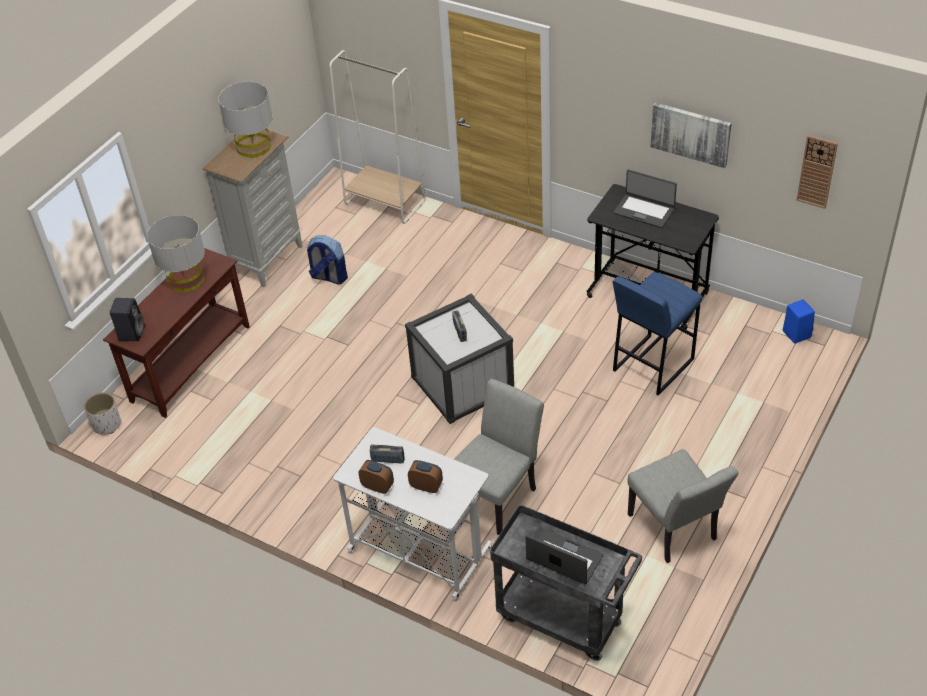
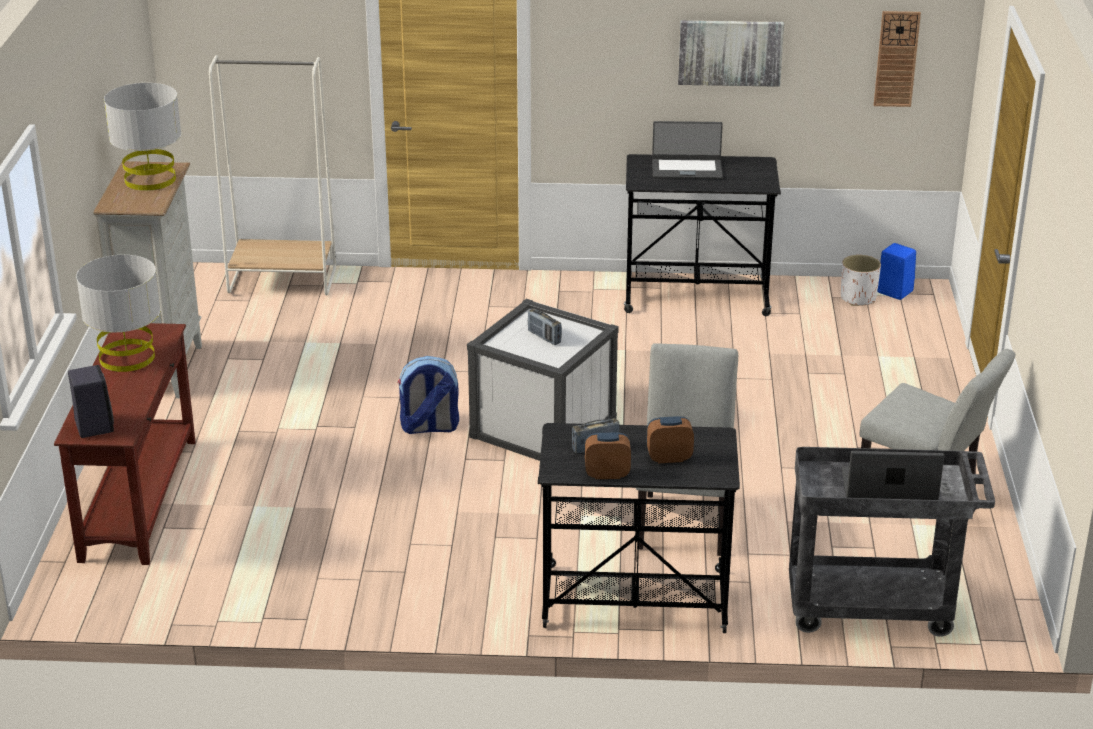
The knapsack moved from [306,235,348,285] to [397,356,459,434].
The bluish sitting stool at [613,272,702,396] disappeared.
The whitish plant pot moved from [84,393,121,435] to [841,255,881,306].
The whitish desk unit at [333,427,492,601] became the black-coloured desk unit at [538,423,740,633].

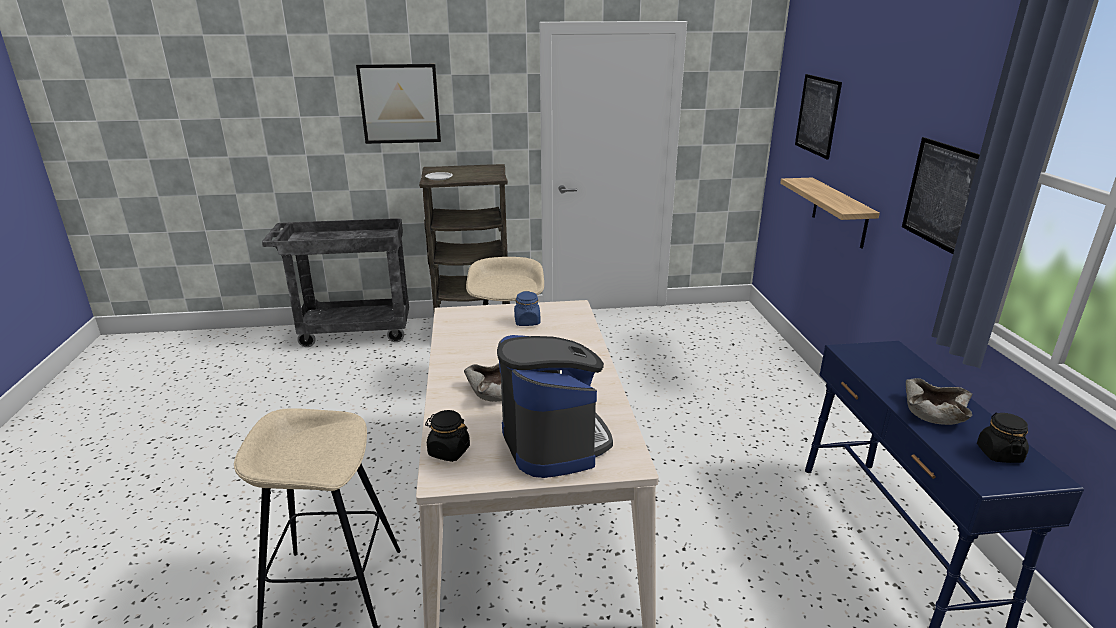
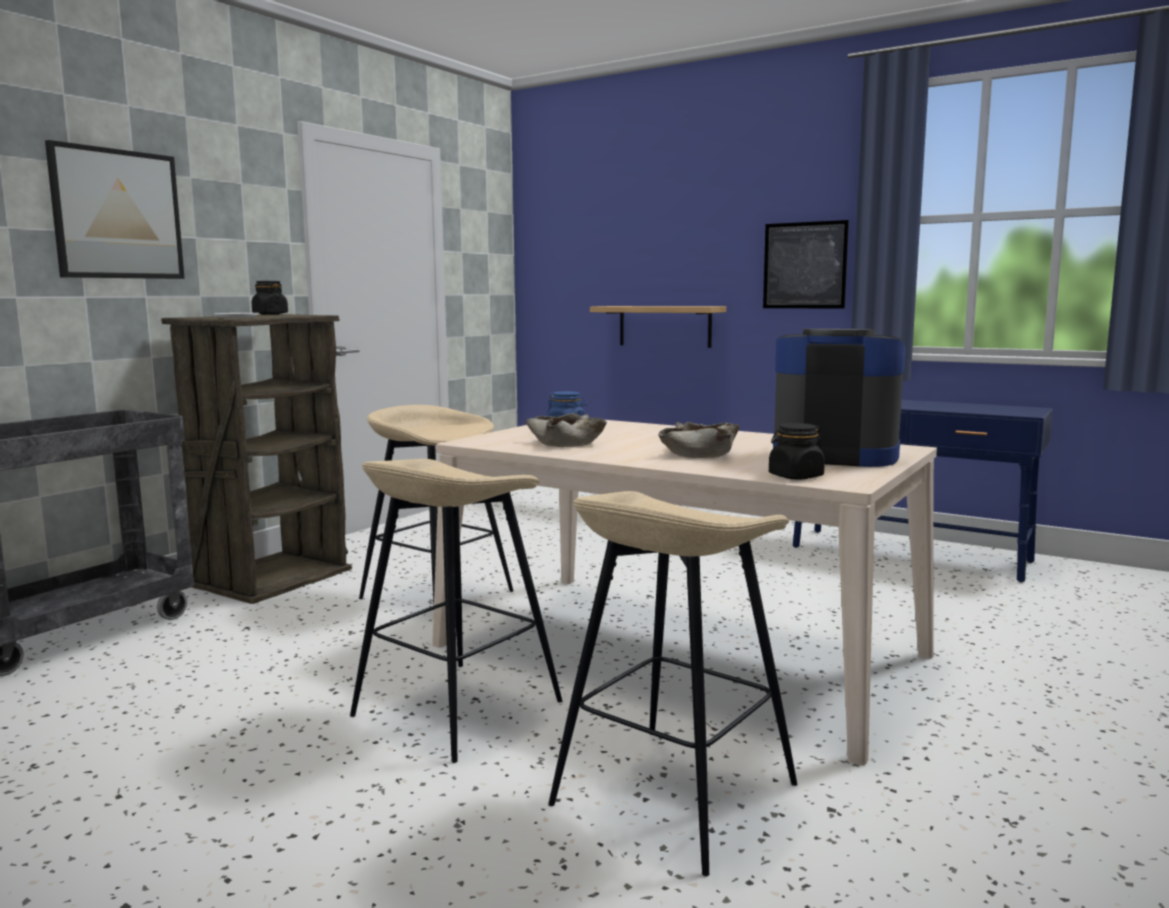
The picture at [795,74,842,160] disappeared.
The sand-coloured deep dish moved from [906,378,973,425] to [525,413,607,447].
The black-coloured preserve jar moved from [977,412,1029,463] to [252,281,288,315].
The sand-coloured sitting stool at [350,459,562,763] appeared.

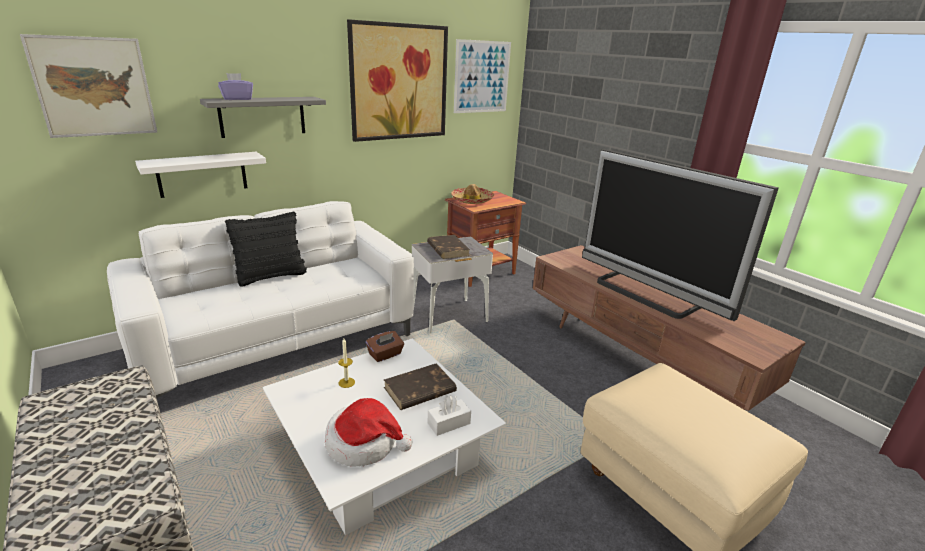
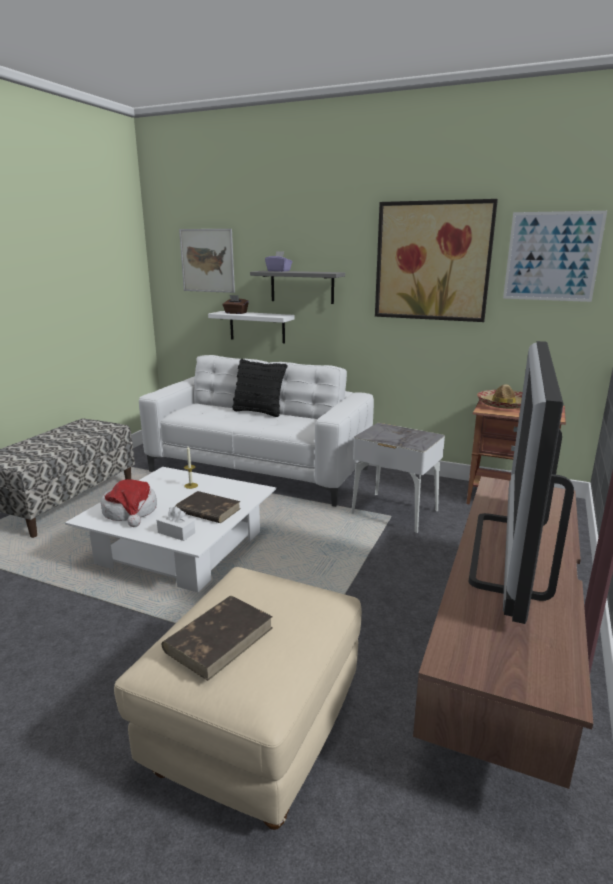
The brown volume moved from [427,235,470,259] to [162,596,273,681].
The brown tissue holder moved from [366,331,404,362] to [223,295,249,314].

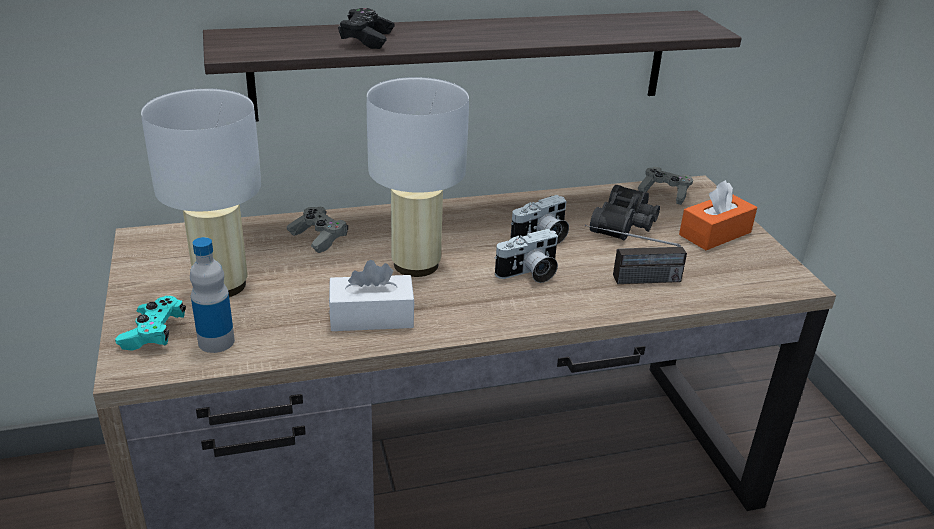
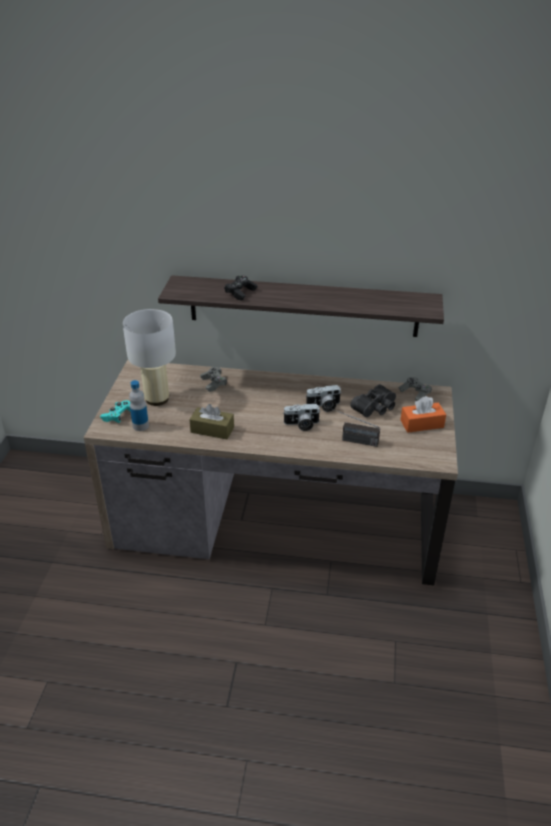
The whitish tabletop lamp at [367,77,469,277] disappeared.
The whitish tissue holder at [329,260,415,331] became the brown tissue holder at [189,404,234,439].

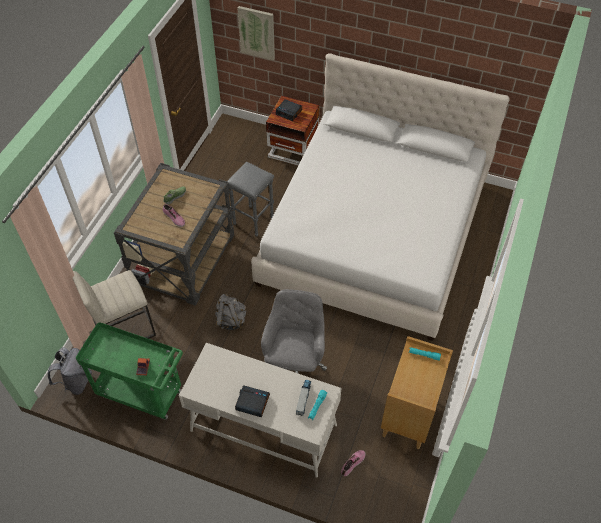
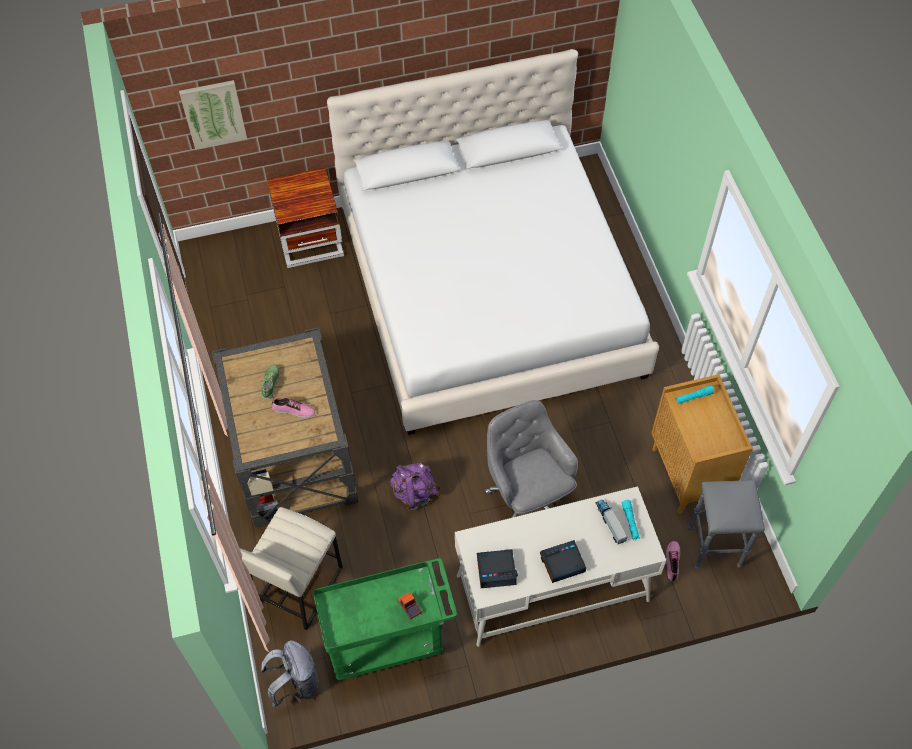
The bedside clock moved from [276,99,302,121] to [477,549,518,588].
The gray sitting stool moved from [227,162,274,237] to [688,480,765,570].
The gray knapsack at [215,293,246,330] became the purple knapsack at [390,462,440,510].

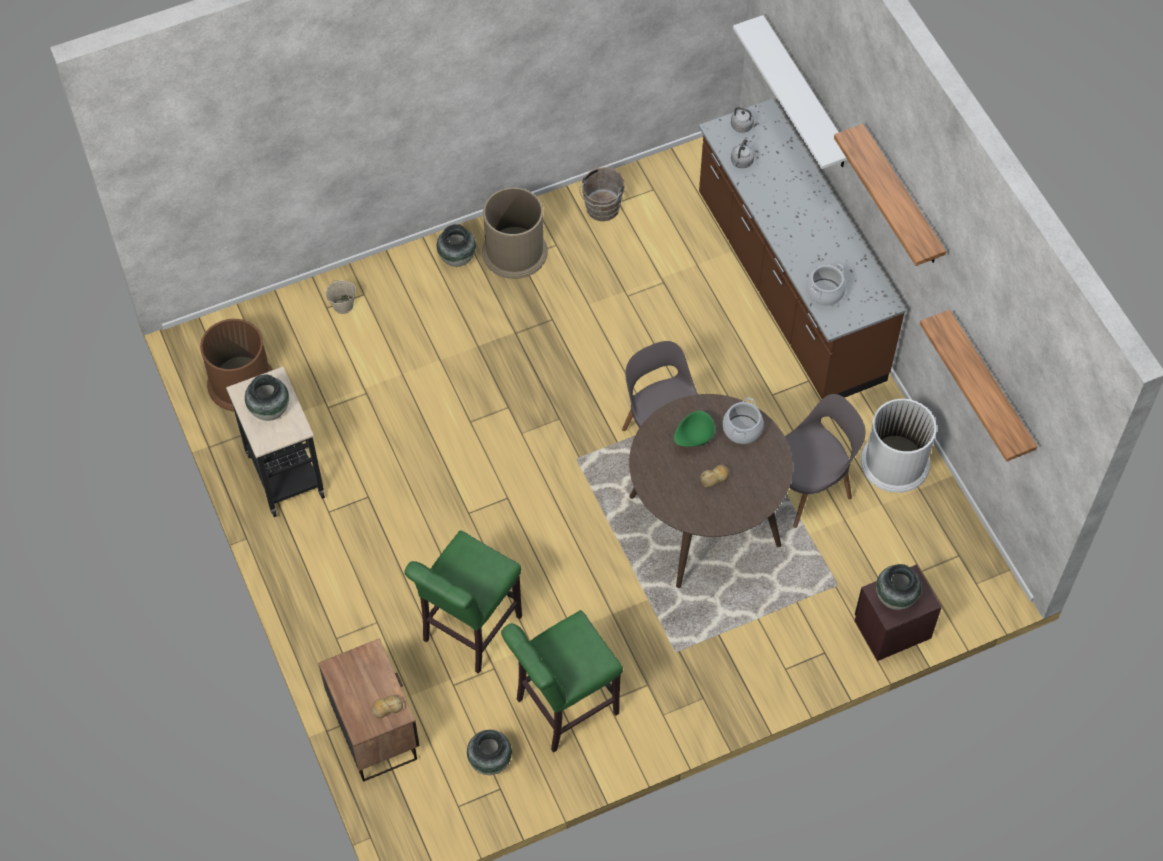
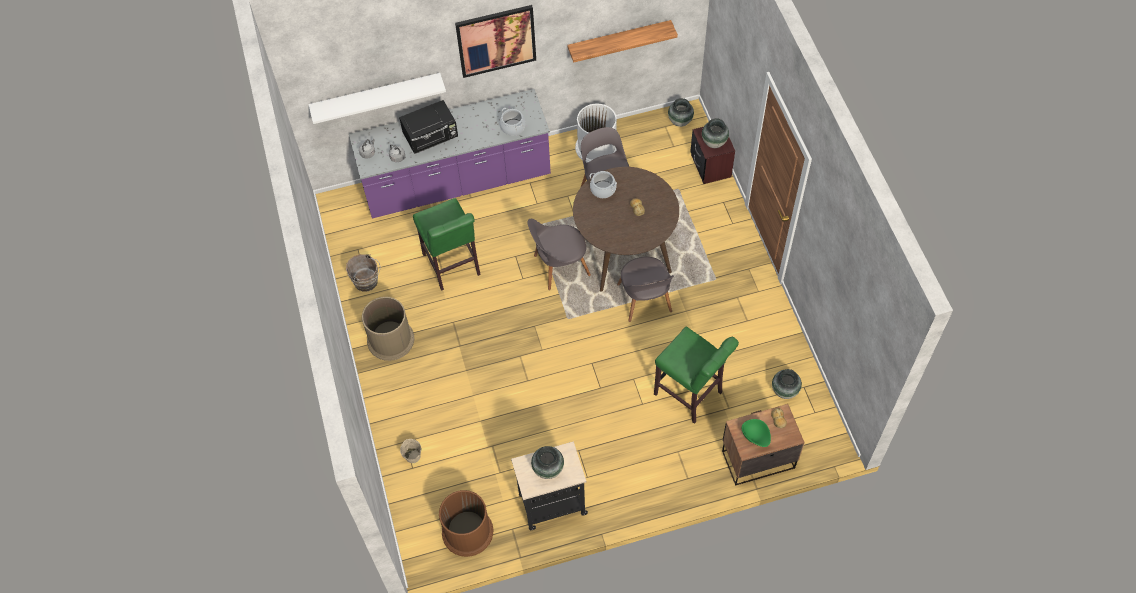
The brown counter at [699,99,906,399] became the purple counter at [349,89,551,219].
The bracket shelf at [834,124,946,266] was replaced by the picture at [455,5,536,78].
The vase moved from [437,224,476,267] to [668,98,694,127].
The greenish deep dish moved from [674,411,715,447] to [742,419,771,447].
The greenish sitting stool moved from [501,610,623,753] to [413,198,481,291].
The black-coloured microwave at [399,100,458,154] appeared.
The gray plain chair at [617,257,674,322] appeared.

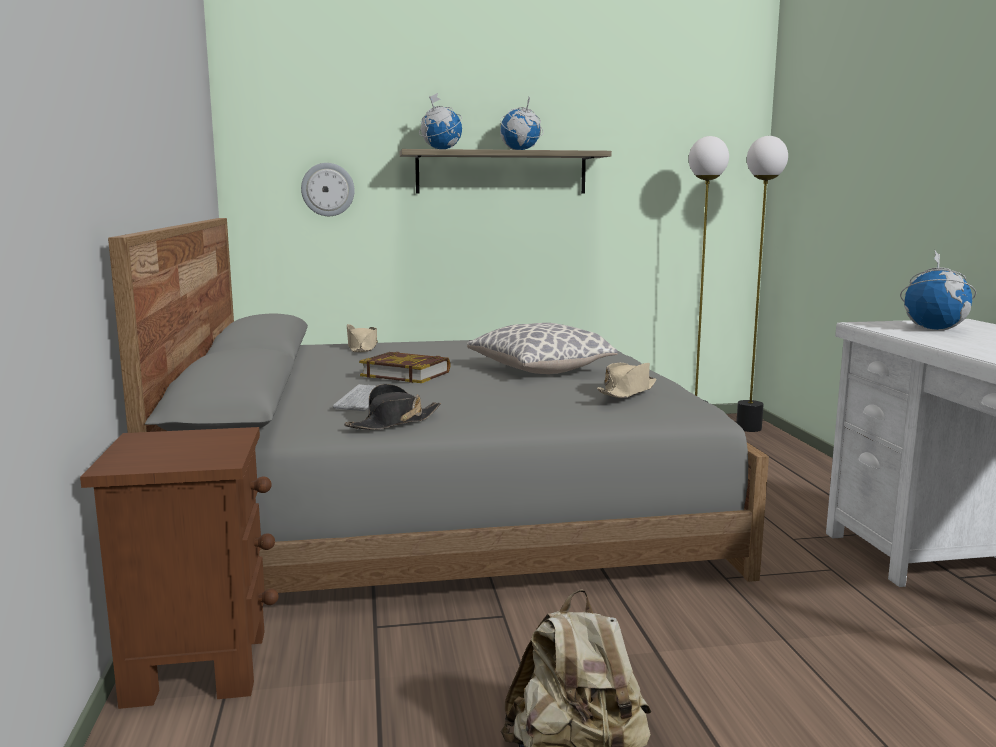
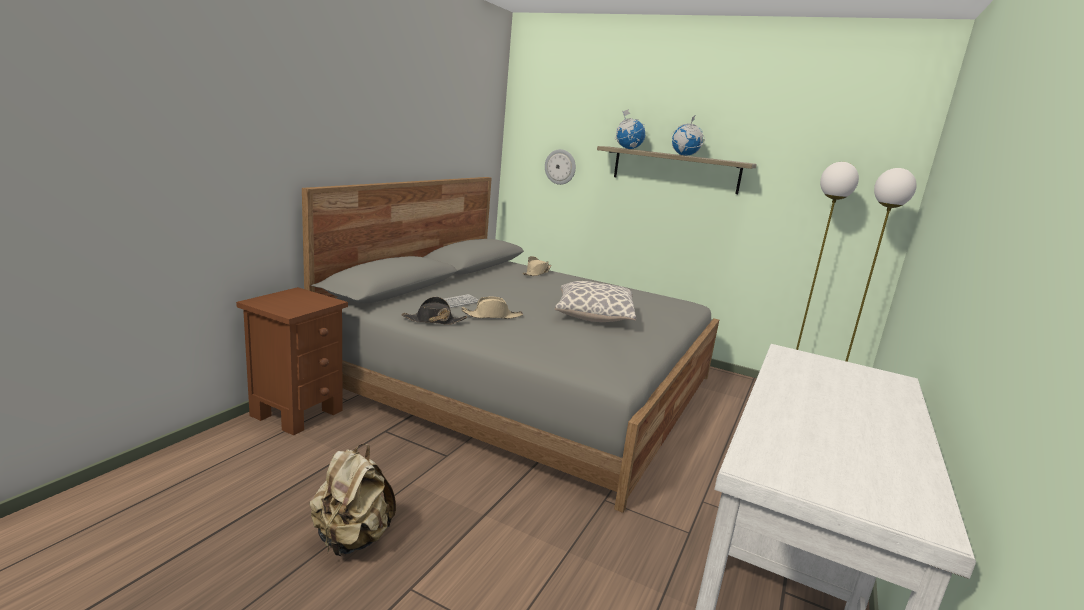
The globe at [900,251,976,330] disappeared.
The volume at [359,352,451,383] disappeared.
The sand-coloured hat moved from [597,363,656,398] to [461,296,523,319].

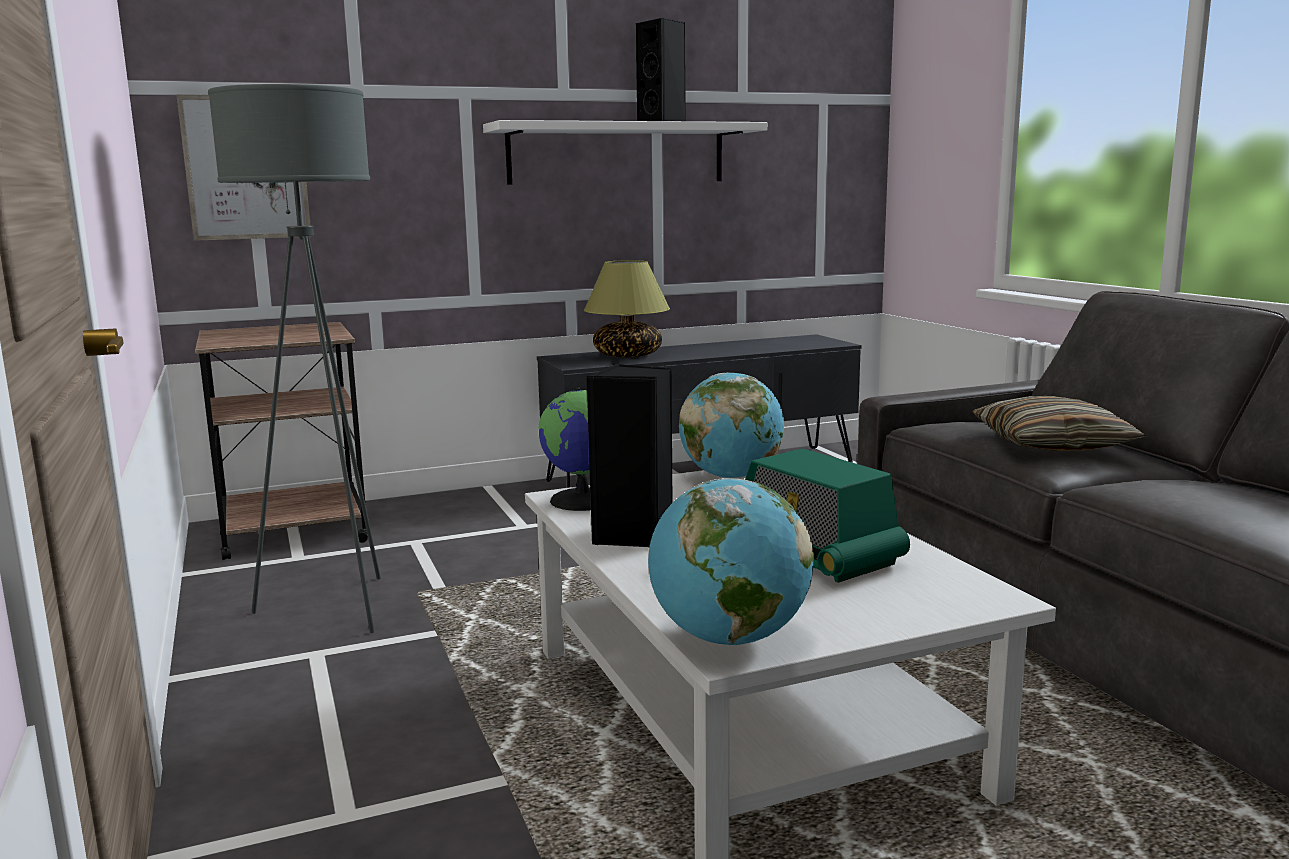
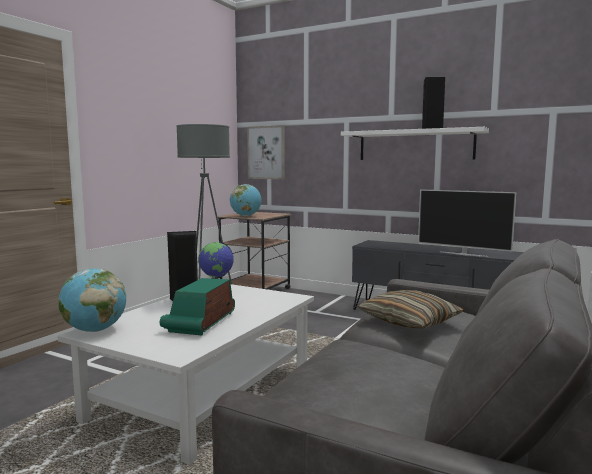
The tabletop lamp at [584,260,670,358] disappeared.
The globe moved from [679,372,784,479] to [230,184,262,216].
The TV set at [418,189,516,257] appeared.

